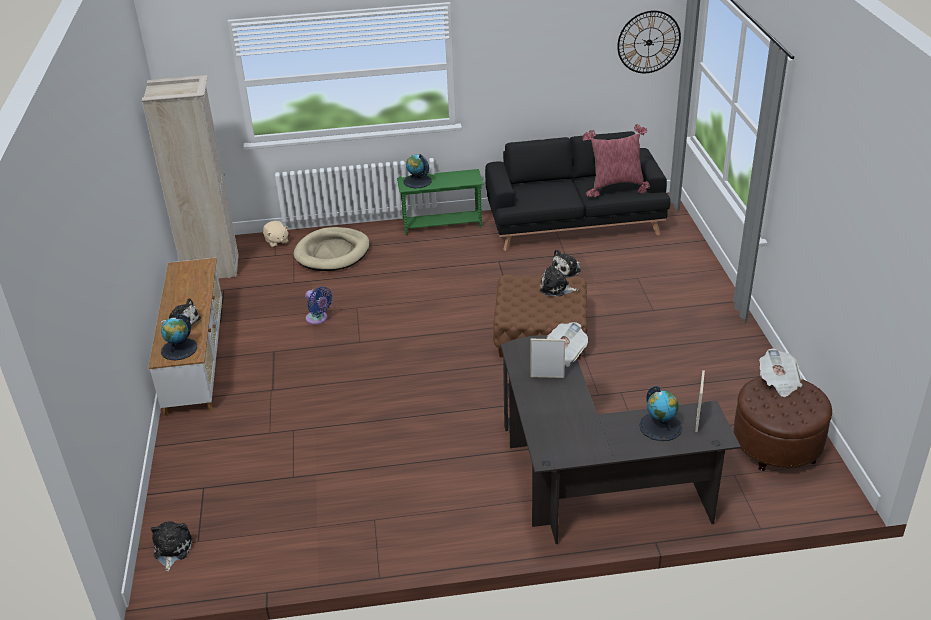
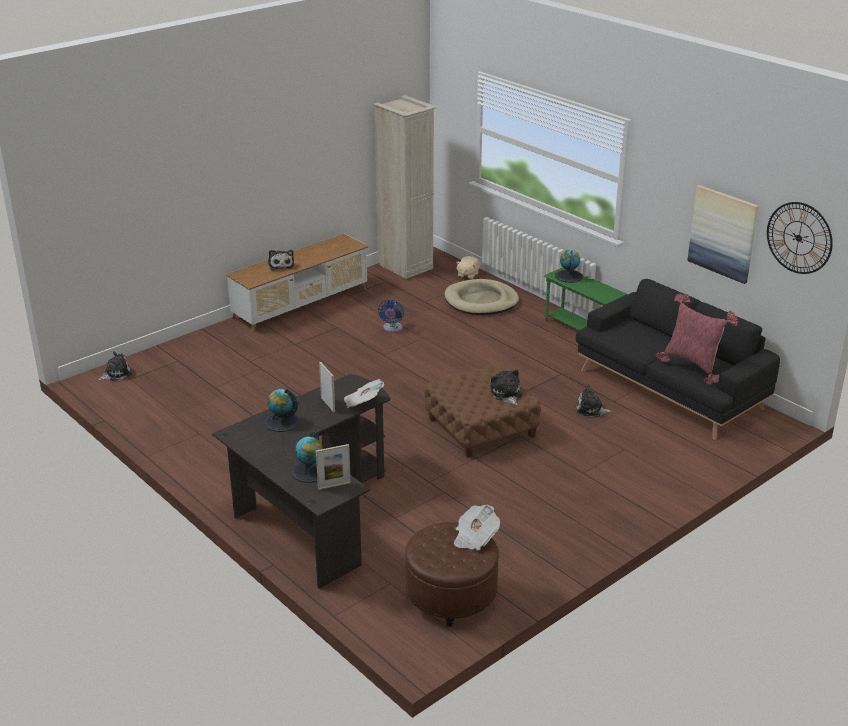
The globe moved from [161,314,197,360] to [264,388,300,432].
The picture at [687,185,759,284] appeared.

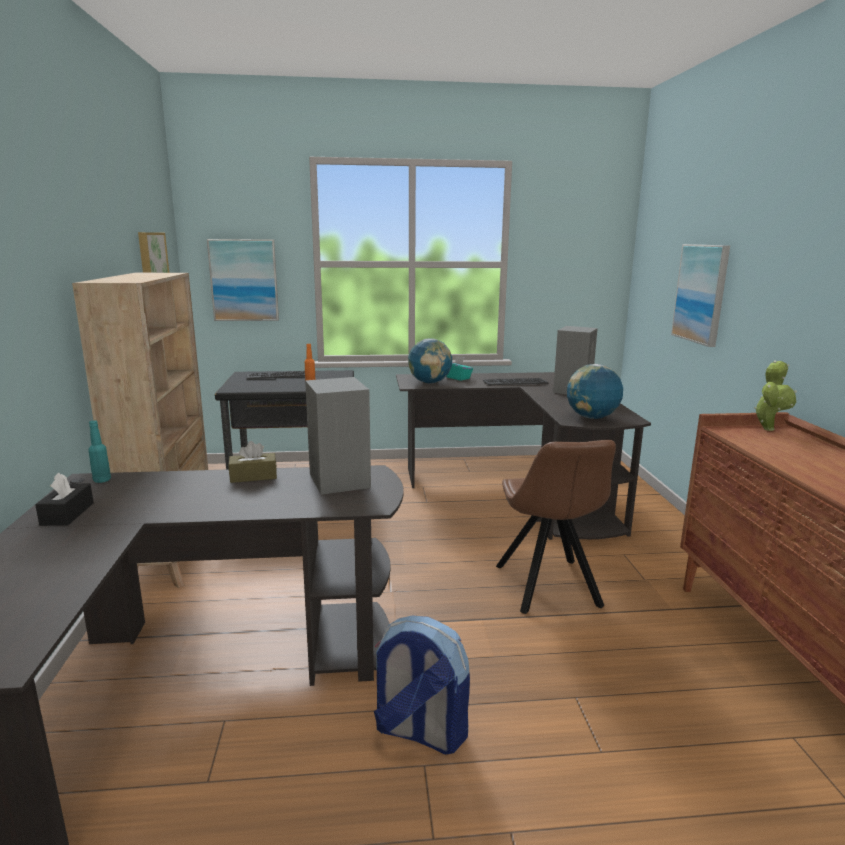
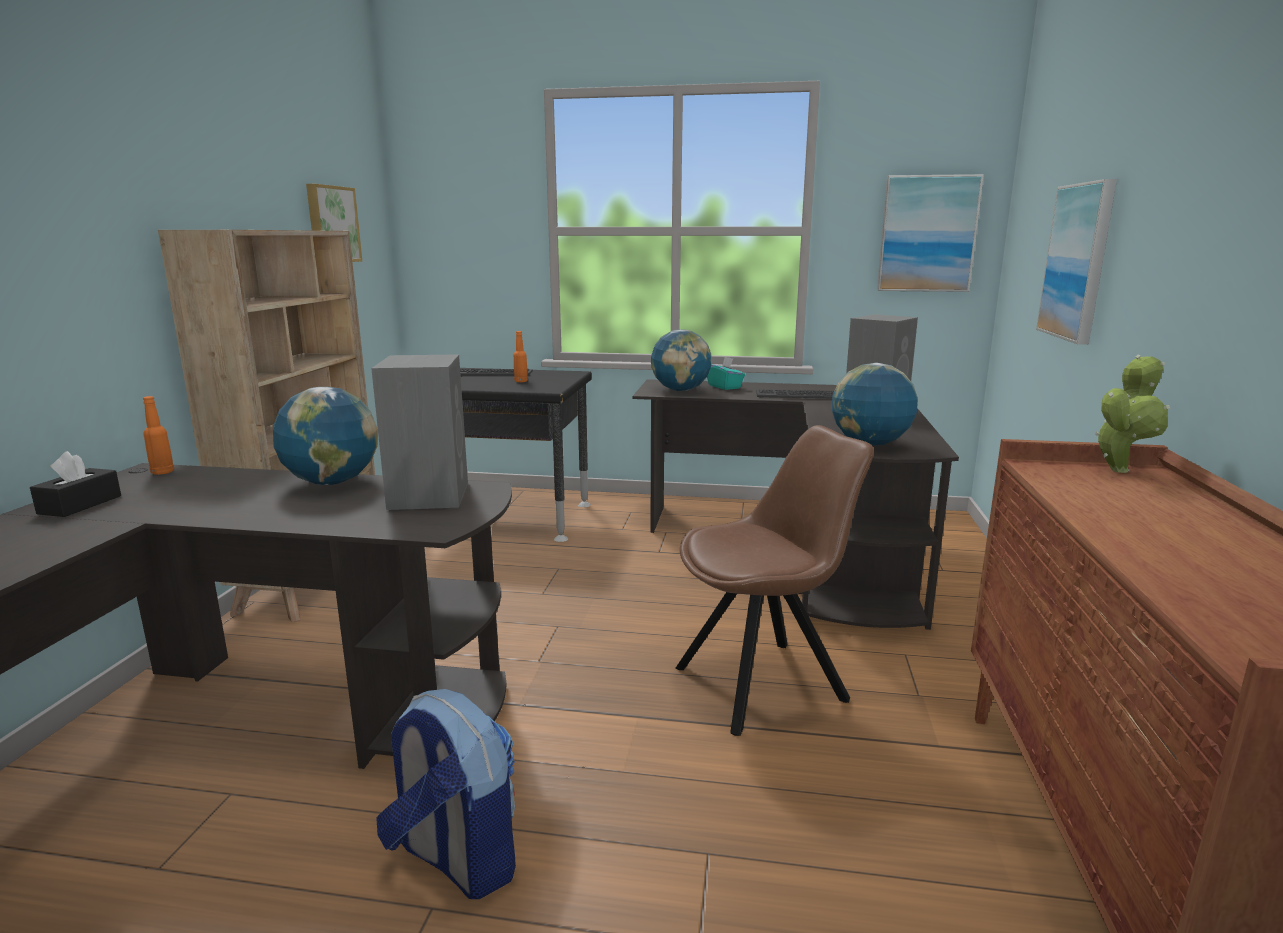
The picture moved from [207,239,279,321] to [877,174,984,292].
The turquoise-coloured drink bottle at [88,420,111,483] became the orange-coloured drink bottle at [143,396,174,475].
The brown plain chair at [496,440,616,614] turned 120 degrees counterclockwise.
The brown tissue holder at [229,441,277,483] was replaced by the globe at [273,387,378,485].

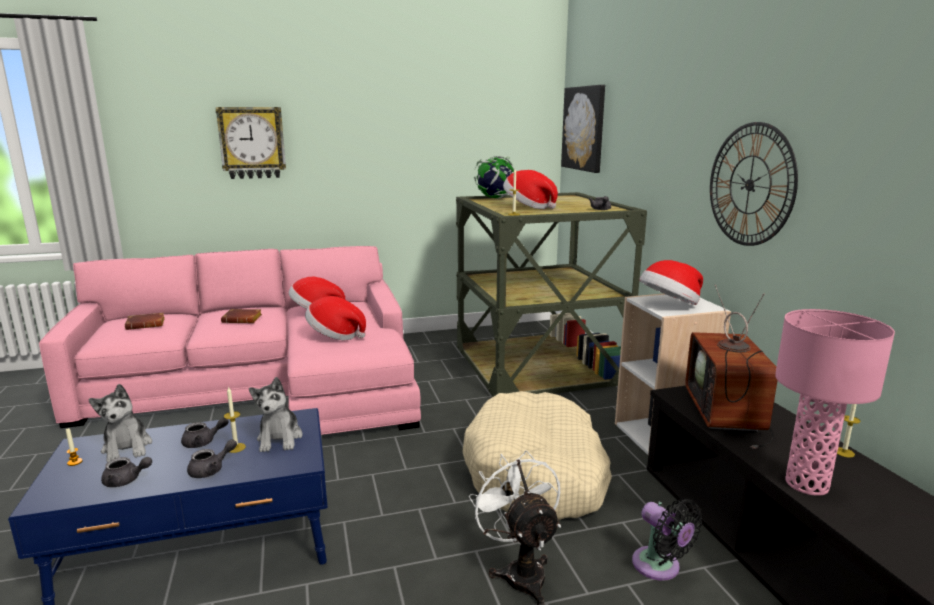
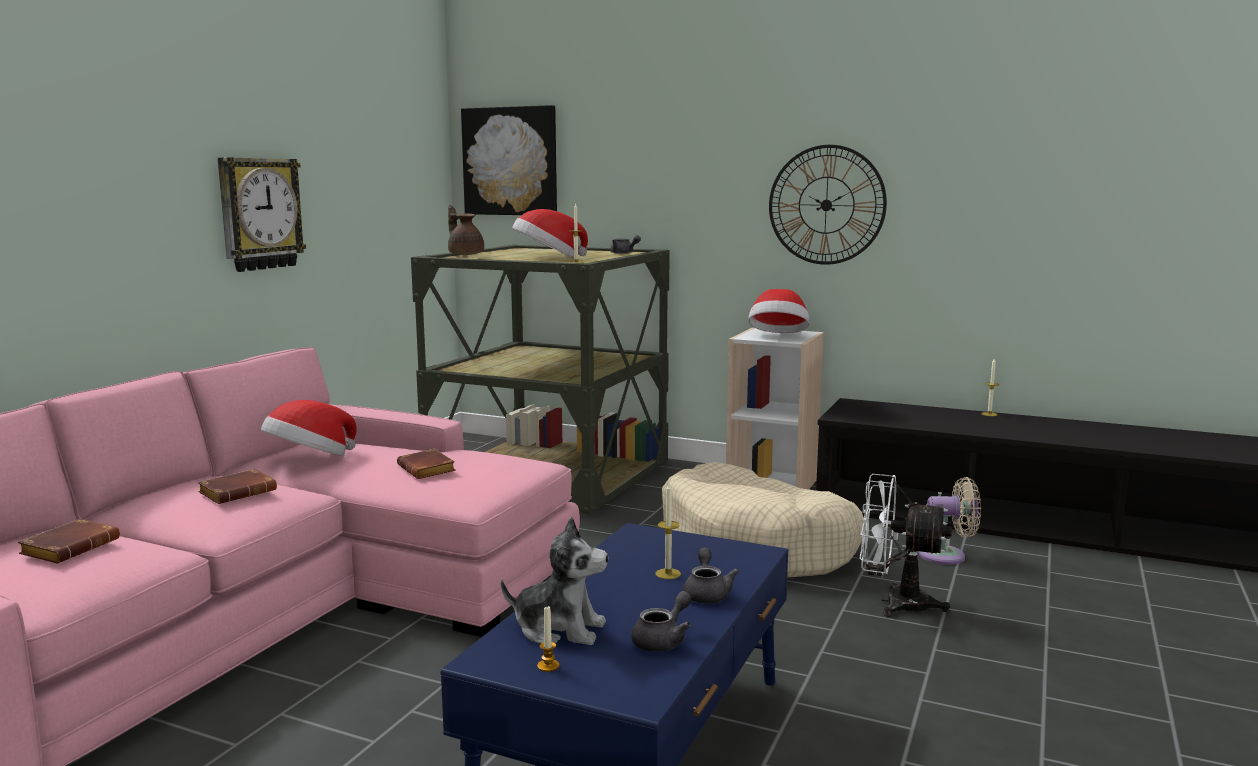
The wall clock moved from [216,107,286,179] to [218,157,306,272].
The globe at [474,156,514,199] was replaced by the brown tea pot at [448,205,484,255].
The TV set at [685,285,778,449] disappeared.
The hat at [305,296,366,341] was replaced by the brown volume at [397,449,456,479].
The pink tabletop lamp at [775,309,895,496] disappeared.
The plush toy at [249,377,303,452] disappeared.
The gray tea pot at [181,417,228,448] disappeared.
The black-coloured cooling fan at [632,499,702,581] became the sand-coloured cooling fan at [919,477,981,565].

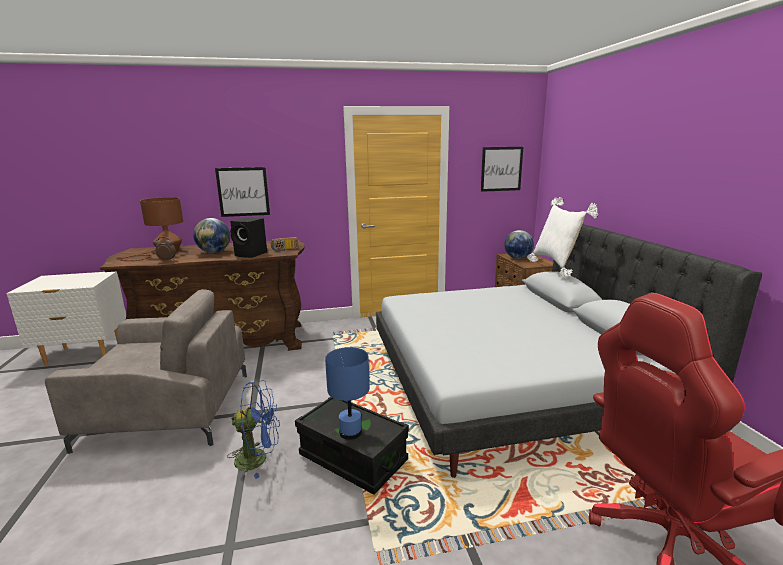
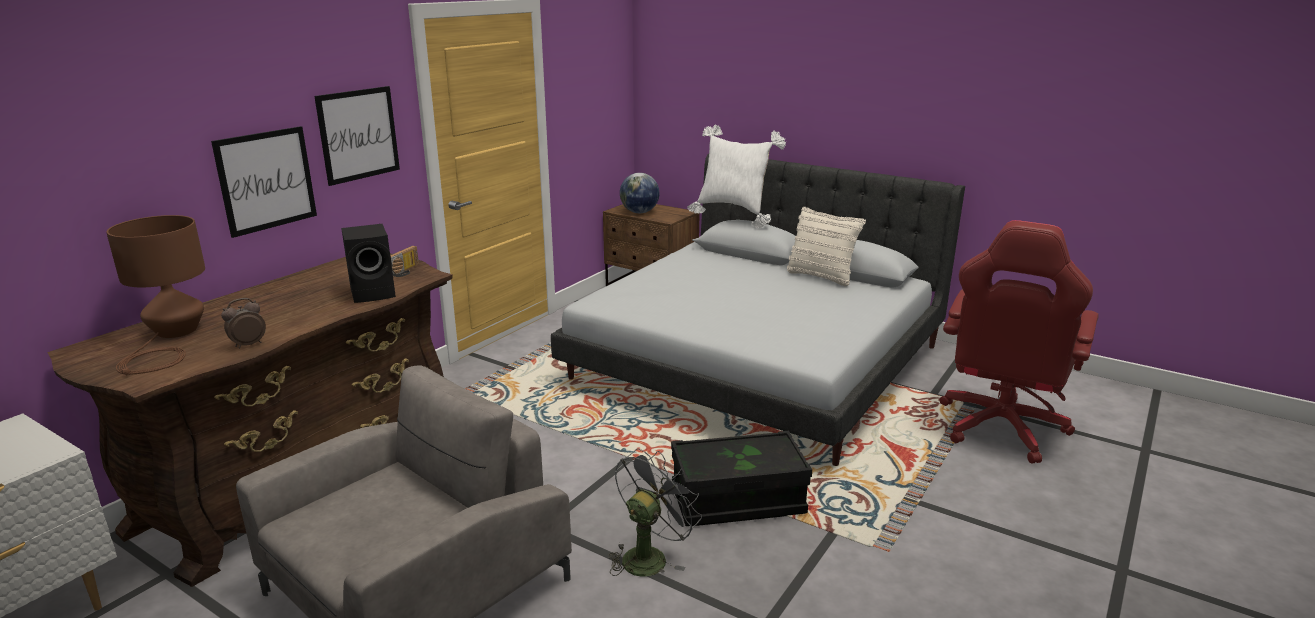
The picture moved from [481,147,523,192] to [314,86,400,186].
The globe at [193,218,230,253] disappeared.
The bluish tabletop lamp at [325,347,369,440] disappeared.
The bluish cooling fan at [227,380,280,479] became the gray cooling fan at [609,449,702,577].
The sand-coloured cushion at [787,207,866,286] appeared.

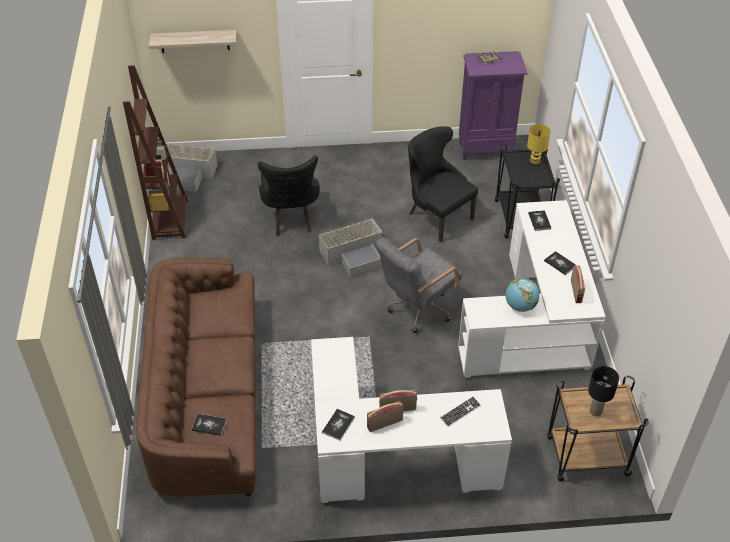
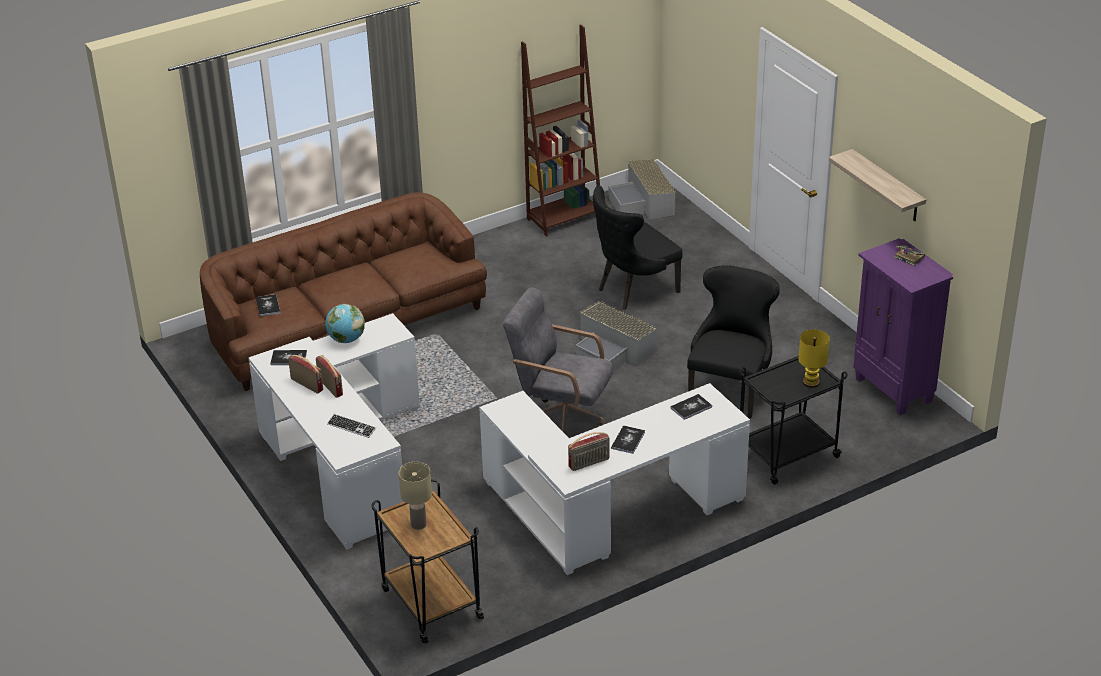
The bracket shelf moved from [149,30,237,53] to [829,149,926,221].
The globe moved from [505,278,539,312] to [325,304,365,343].
The black-coloured tabletop lamp at [588,366,619,417] became the sand-coloured tabletop lamp at [399,462,432,530].

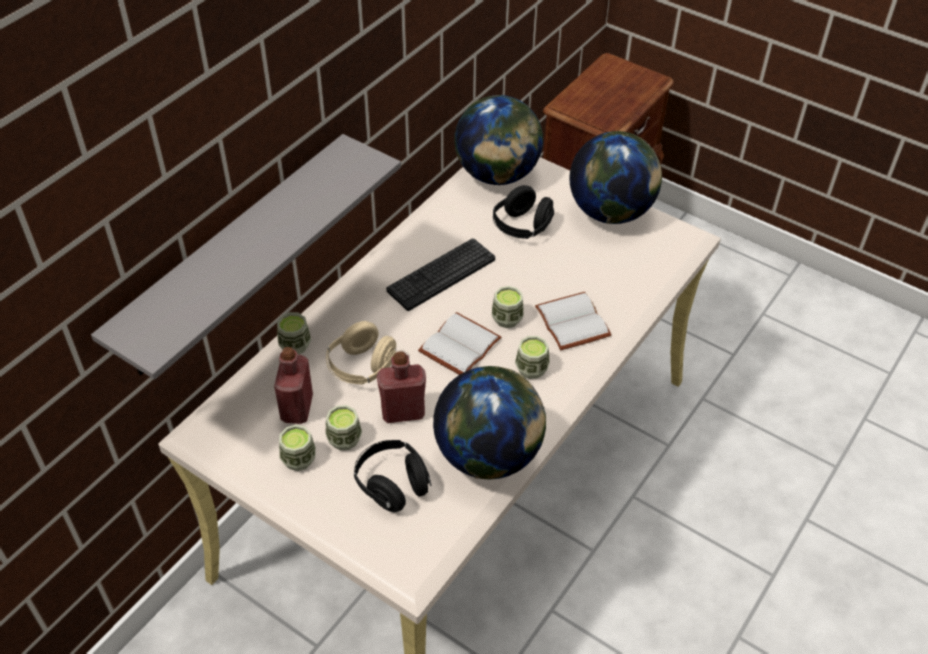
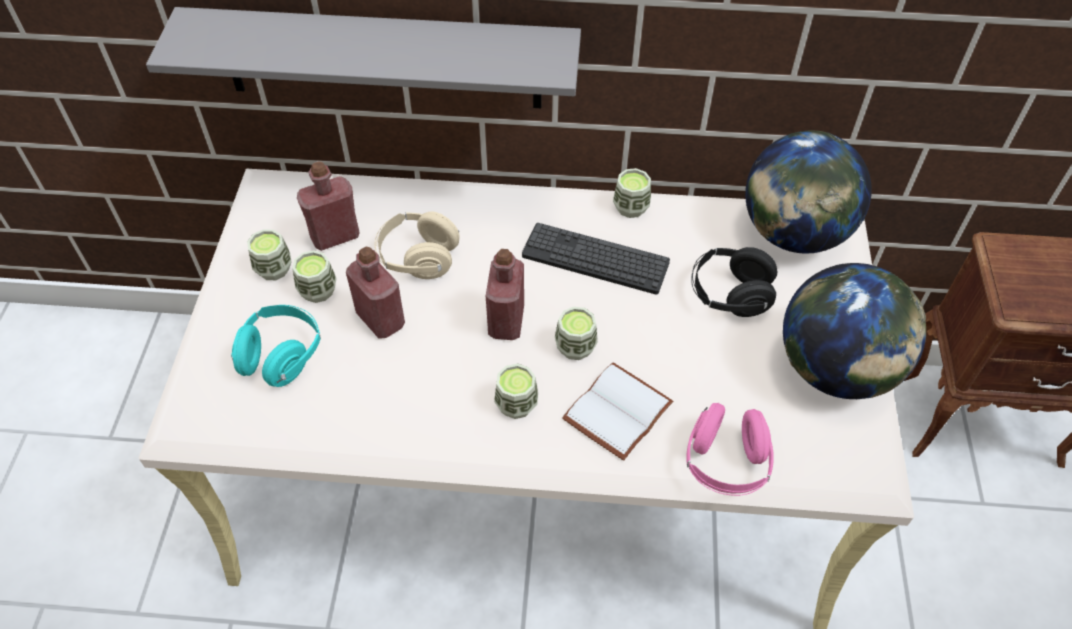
The small cup moved from [277,312,311,354] to [613,168,651,218].
The whitish volume at [418,312,501,375] was replaced by the reddish drink bottle at [486,249,524,340].
The globe at [433,366,546,479] disappeared.
The black-coloured headset at [354,440,431,512] became the turquoise-coloured headset at [231,305,321,387].
The pink headset at [686,403,774,496] appeared.

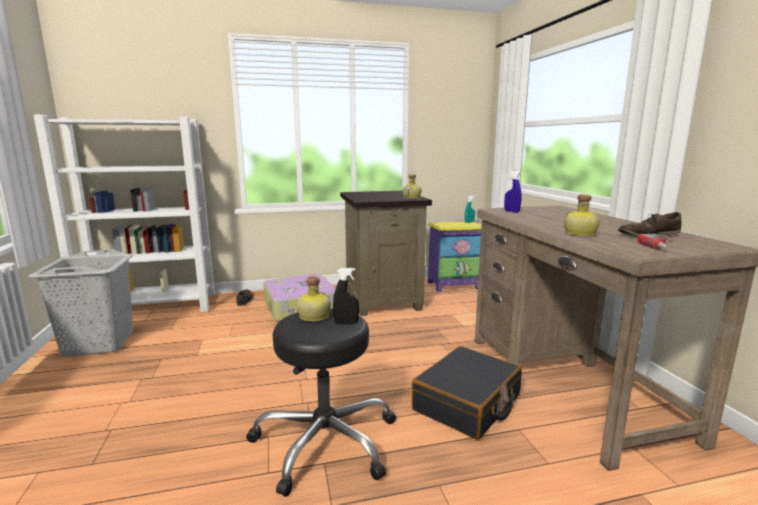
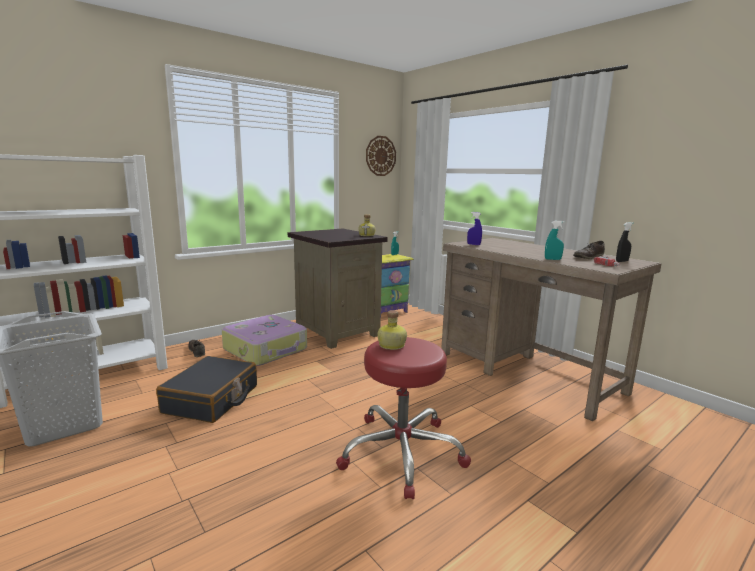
The drink bottle at [564,194,600,236] was replaced by the turquoise-coloured sprayer at [545,221,565,260].
The black-coloured sprayer moved from [333,268,359,324] to [616,222,633,262].
The black-coloured sitting stool at [246,308,396,497] became the reddish sitting stool at [336,337,471,499].
The black-coloured piece of luggage moved from [412,346,522,440] to [156,356,257,423].
The wall clock at [366,136,396,176] appeared.

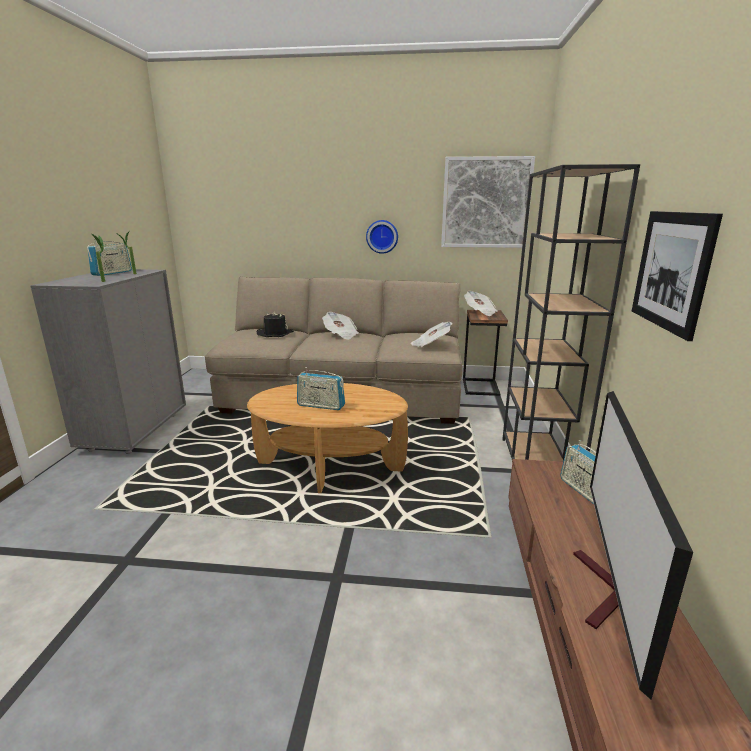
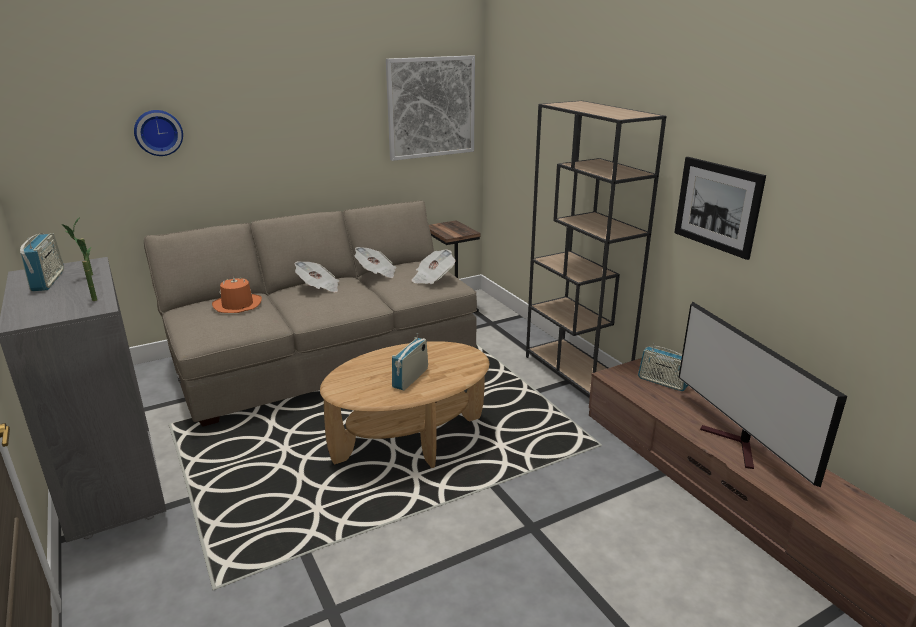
The wall clock moved from [366,220,398,254] to [134,110,183,156].
The printed paper moved from [464,291,498,316] to [355,247,396,278].
The black-coloured hat at [257,312,294,337] became the orange-coloured hat at [212,277,262,313].
The radio receiver at [297,367,345,410] turned 135 degrees clockwise.

